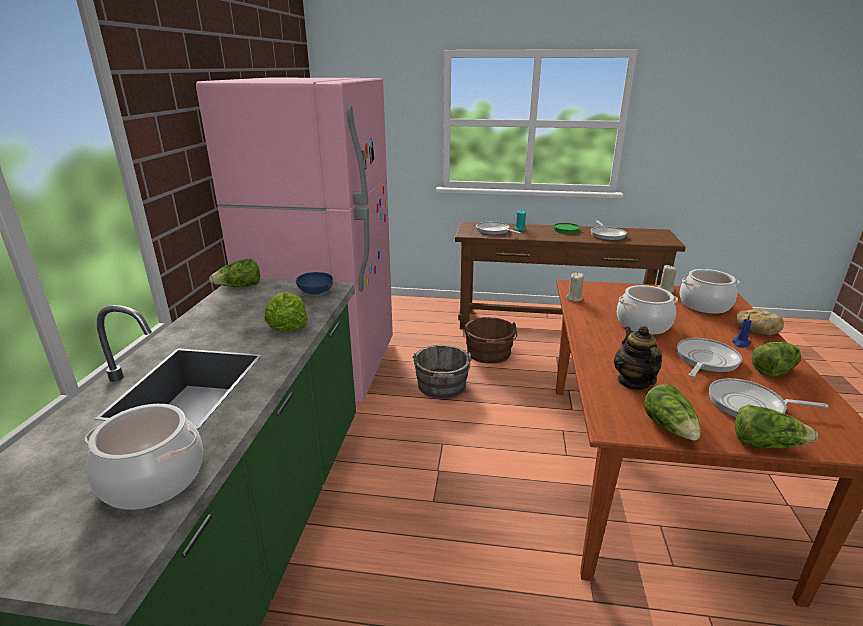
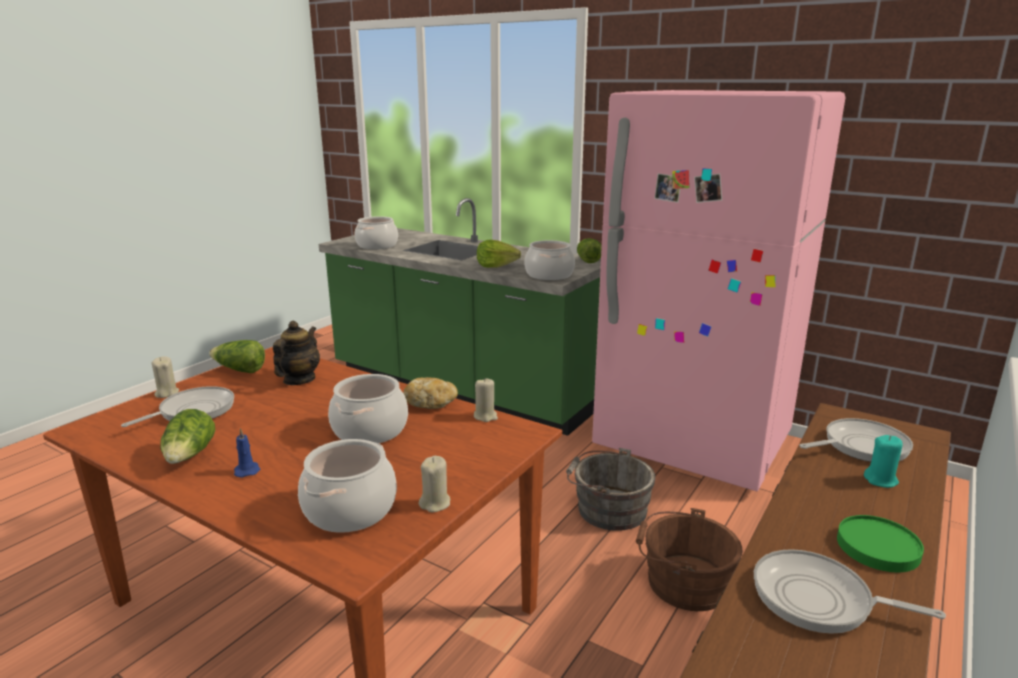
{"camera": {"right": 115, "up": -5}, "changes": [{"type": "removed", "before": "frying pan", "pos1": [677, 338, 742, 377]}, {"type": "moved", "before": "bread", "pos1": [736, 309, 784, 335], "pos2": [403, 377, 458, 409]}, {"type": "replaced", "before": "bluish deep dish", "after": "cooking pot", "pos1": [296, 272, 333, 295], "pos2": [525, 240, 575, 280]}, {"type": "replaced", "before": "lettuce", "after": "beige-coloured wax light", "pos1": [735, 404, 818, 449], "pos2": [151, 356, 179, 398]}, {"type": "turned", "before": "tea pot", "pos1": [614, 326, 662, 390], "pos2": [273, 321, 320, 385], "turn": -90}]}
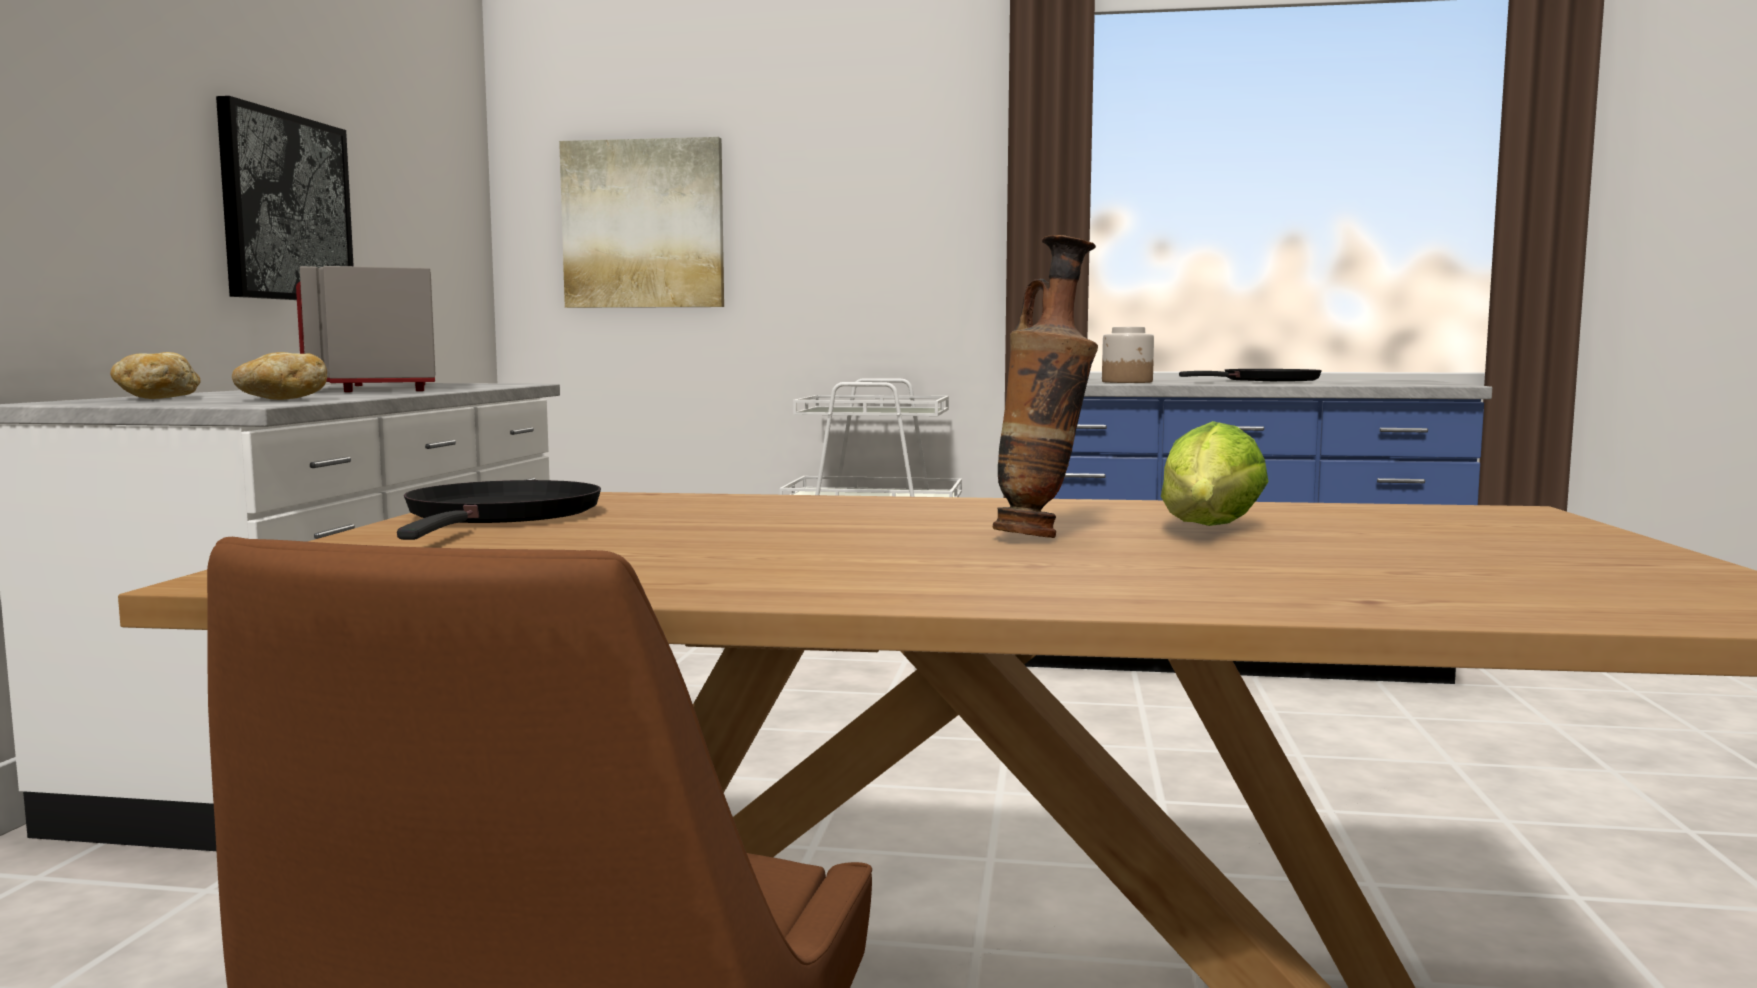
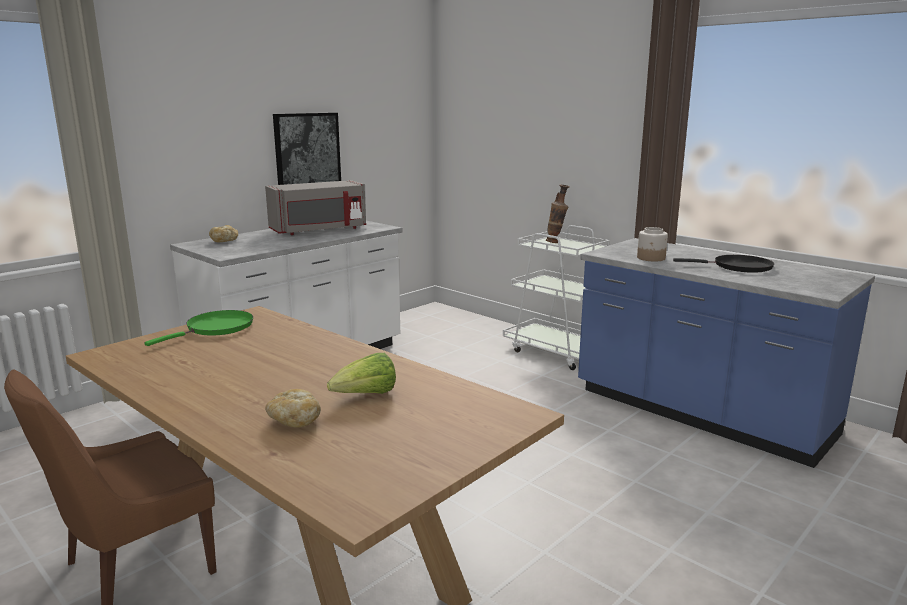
{"camera": {"right": 35, "up": 10}, "changes": [{"type": "removed", "before": "wall art", "pos1": [559, 137, 724, 308]}, {"type": "moved", "before": "bread", "pos1": [232, 352, 327, 400], "pos2": [265, 389, 321, 428]}, {"type": "moved", "before": "decorative vase", "pos1": [993, 235, 1098, 538], "pos2": [546, 185, 570, 243]}, {"type": "recoloured", "before": "blackish frying pan", "after": "green-coloured frying pan", "pos1": [397, 480, 601, 540], "pos2": [144, 310, 253, 346]}, {"type": "turned", "before": "greyish microwave oven", "pos1": [296, 266, 436, 392], "pos2": [265, 180, 366, 235], "turn": -135}]}
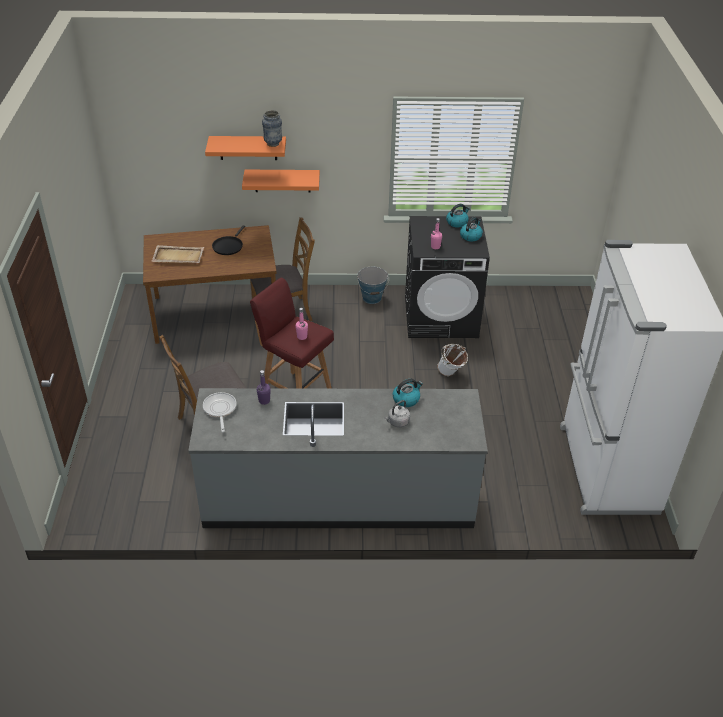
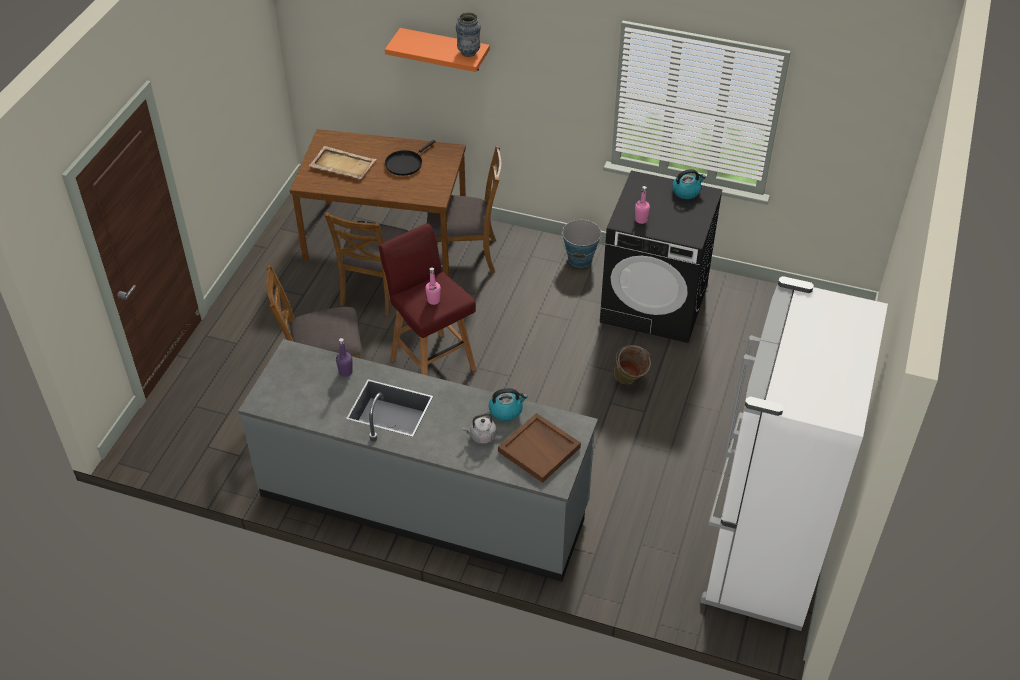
{"camera": {"right": 20, "up": 5}, "changes": [{"type": "removed", "before": "frying pan", "pos1": [203, 392, 236, 432]}, {"type": "removed", "before": "orange-coloured bracket shelf", "pos1": [242, 170, 320, 193]}, {"type": "removed", "before": "water kettle", "pos1": [460, 217, 483, 242]}, {"type": "added", "after": "brown-coloured plain chair", "pos2": [325, 212, 408, 316]}, {"type": "added", "after": "brown-coloured serving tray", "pos2": [498, 413, 581, 483]}, {"type": "recoloured", "before": "whitish bucket", "after": "green-coloured bucket", "pos1": [437, 344, 468, 376], "pos2": [614, 345, 651, 384]}]}
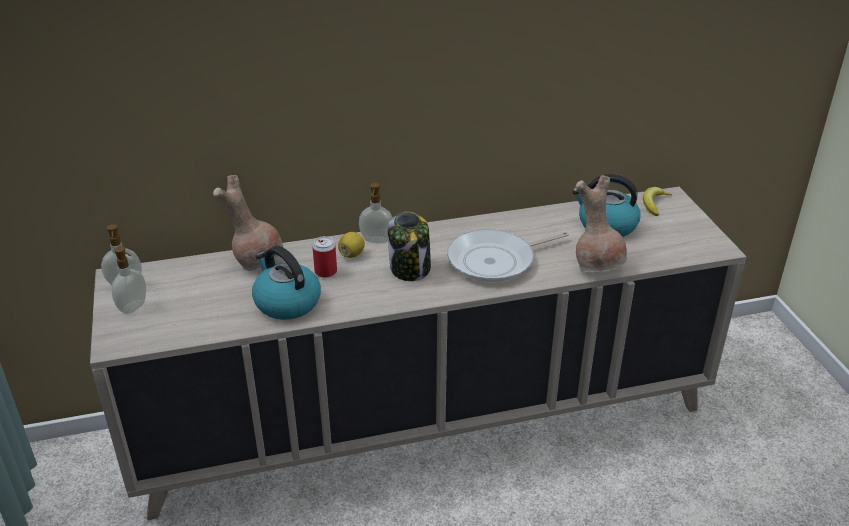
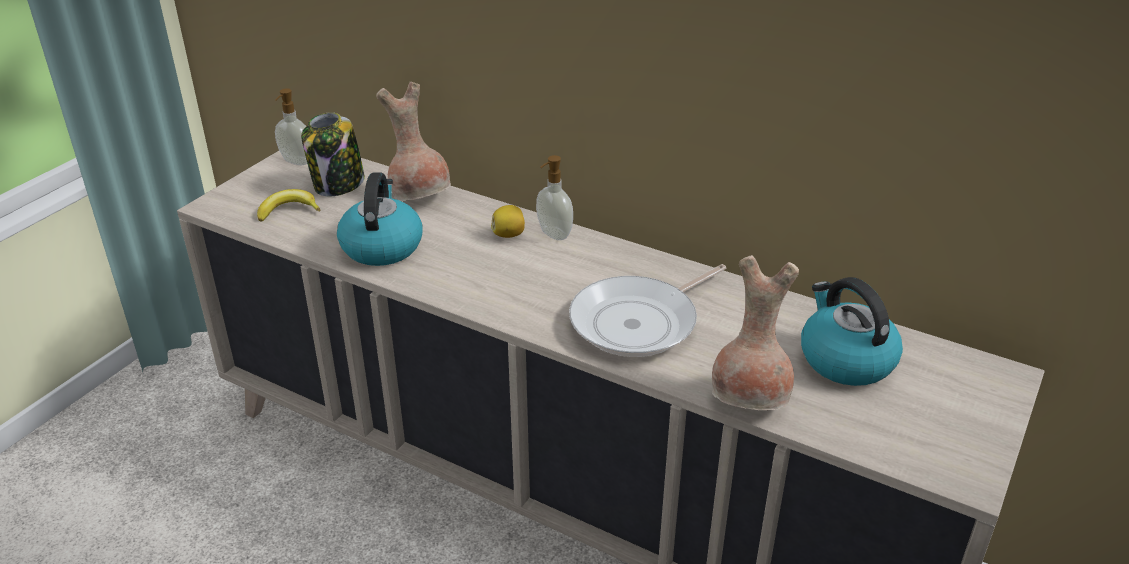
{"camera": {"right": 45, "up": 0}, "changes": [{"type": "removed", "before": "soap dispenser", "pos1": [112, 246, 146, 314]}, {"type": "removed", "before": "can", "pos1": [312, 236, 337, 278]}, {"type": "moved", "before": "preserve jar", "pos1": [387, 212, 431, 281], "pos2": [301, 112, 365, 196]}, {"type": "moved", "before": "banana", "pos1": [643, 187, 672, 216], "pos2": [257, 189, 320, 222]}, {"type": "turned", "before": "frying pan", "pos1": [447, 229, 569, 282], "pos2": [569, 264, 726, 357], "turn": -60}]}
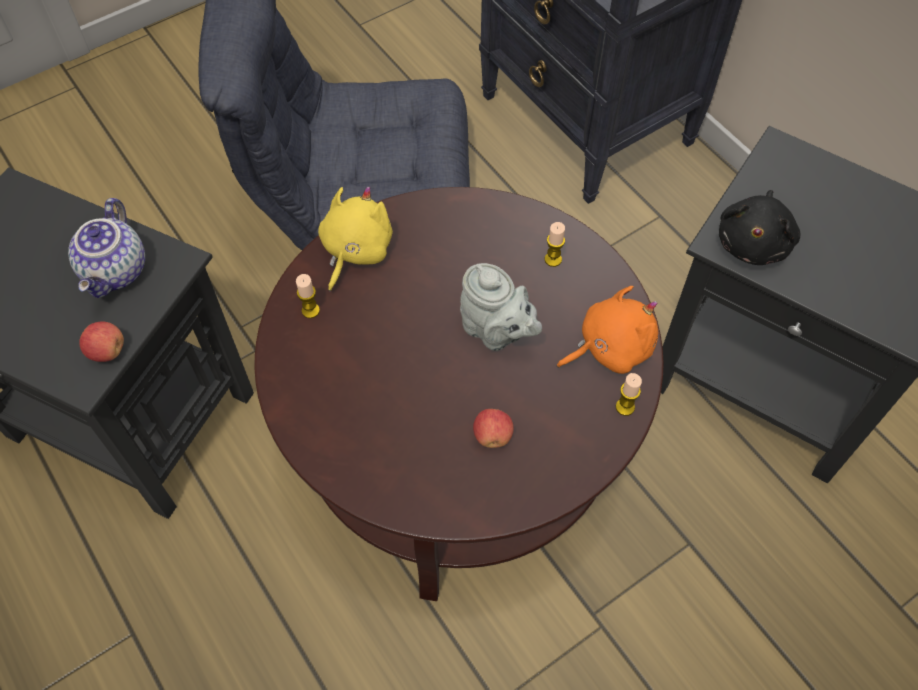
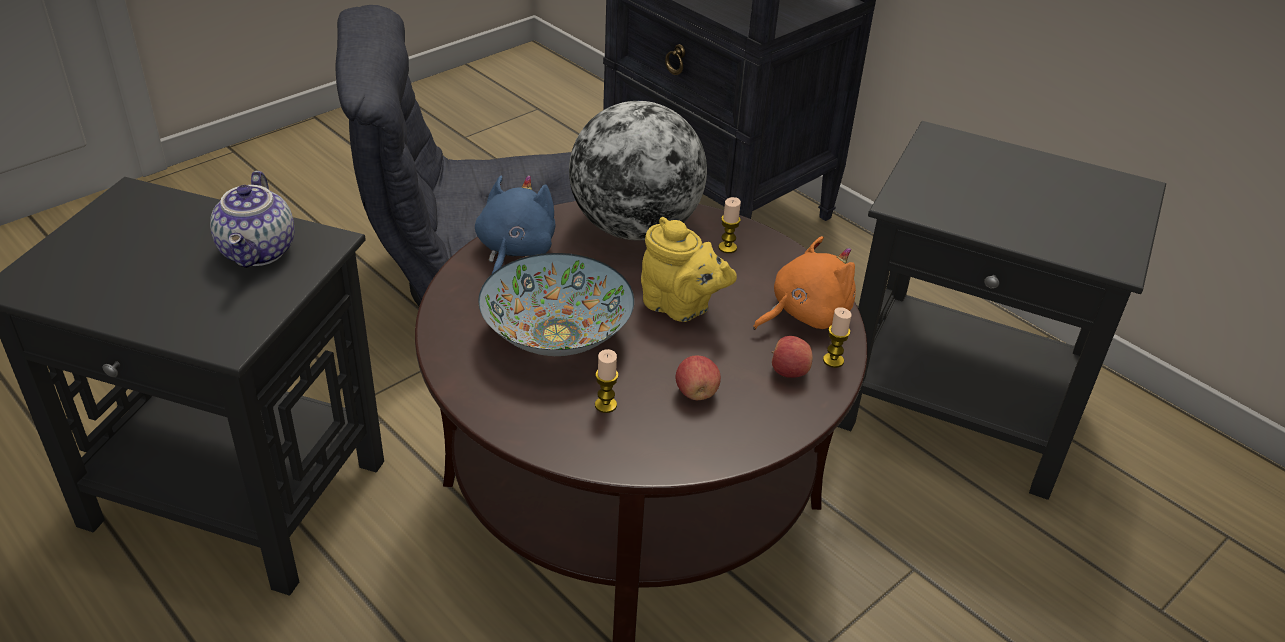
{"camera": {"right": -10, "up": -20}, "changes": [{"type": "removed", "before": "blackish cuddly toy", "pos1": [719, 190, 800, 265]}, {"type": "added", "after": "deep dish", "pos2": [478, 253, 634, 356]}, {"type": "added", "after": "world globe", "pos2": [569, 101, 707, 240]}, {"type": "moved", "before": "apple fruit", "pos1": [79, 321, 124, 362], "pos2": [772, 336, 812, 378]}, {"type": "moved", "before": "wax light", "pos1": [296, 274, 320, 318], "pos2": [595, 349, 619, 413]}, {"type": "recoloured", "before": "yellow cuddly toy", "after": "bluish cuddly toy", "pos1": [318, 186, 393, 292], "pos2": [475, 175, 556, 274]}, {"type": "recoloured", "before": "greyish tea pot", "after": "yellow tea pot", "pos1": [460, 263, 542, 351], "pos2": [641, 217, 737, 322]}]}
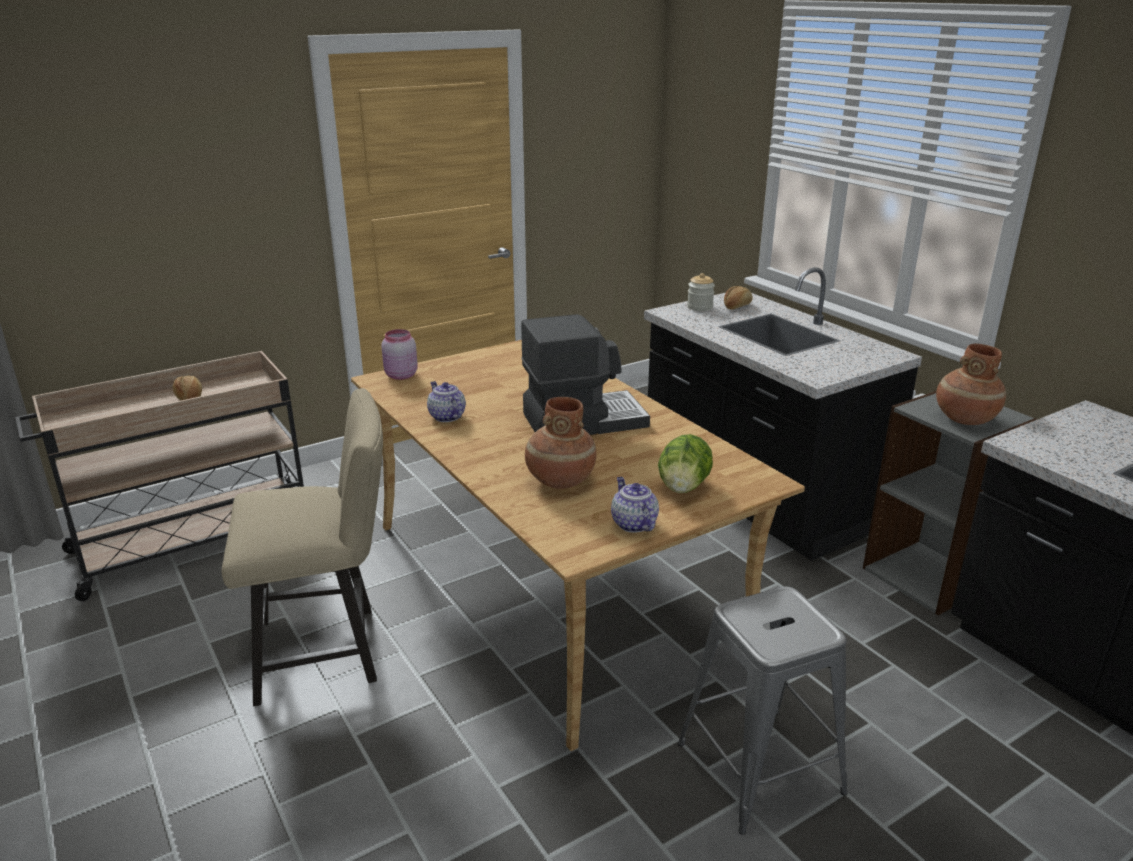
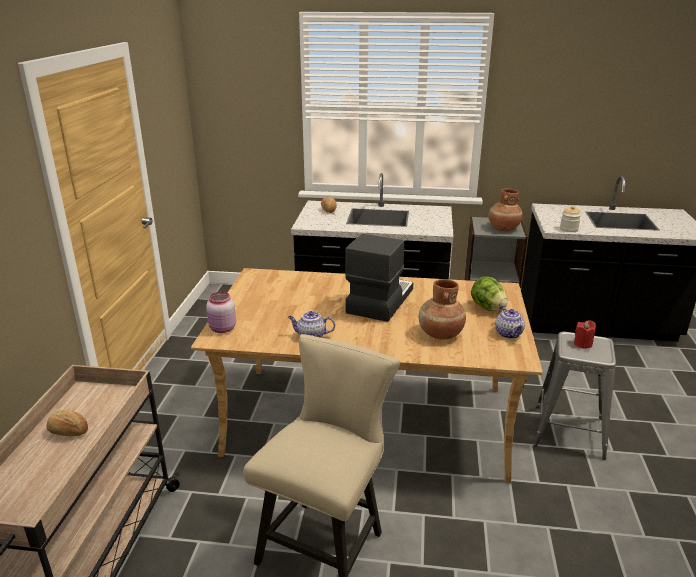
{"camera": {"right": -50, "up": 0}, "changes": [{"type": "added", "after": "red wax light", "pos2": [574, 320, 596, 349]}, {"type": "moved", "before": "preserve jar", "pos1": [687, 273, 715, 311], "pos2": [560, 206, 581, 232]}, {"type": "turned", "before": "tea pot", "pos1": [611, 477, 659, 532], "pos2": [495, 306, 525, 339], "turn": -120}]}
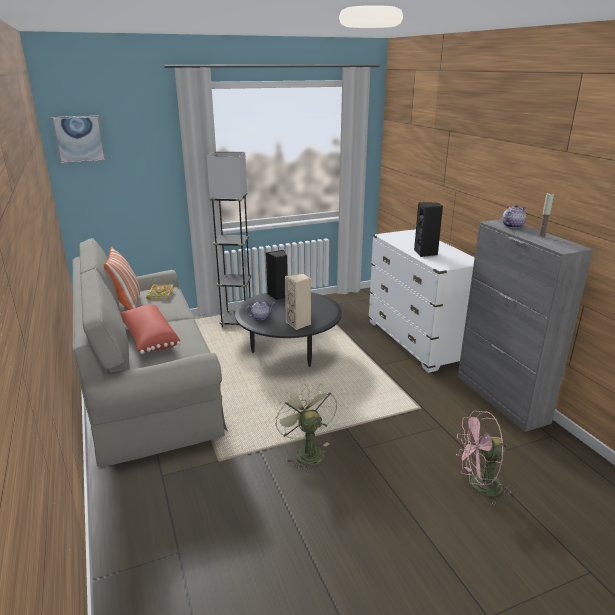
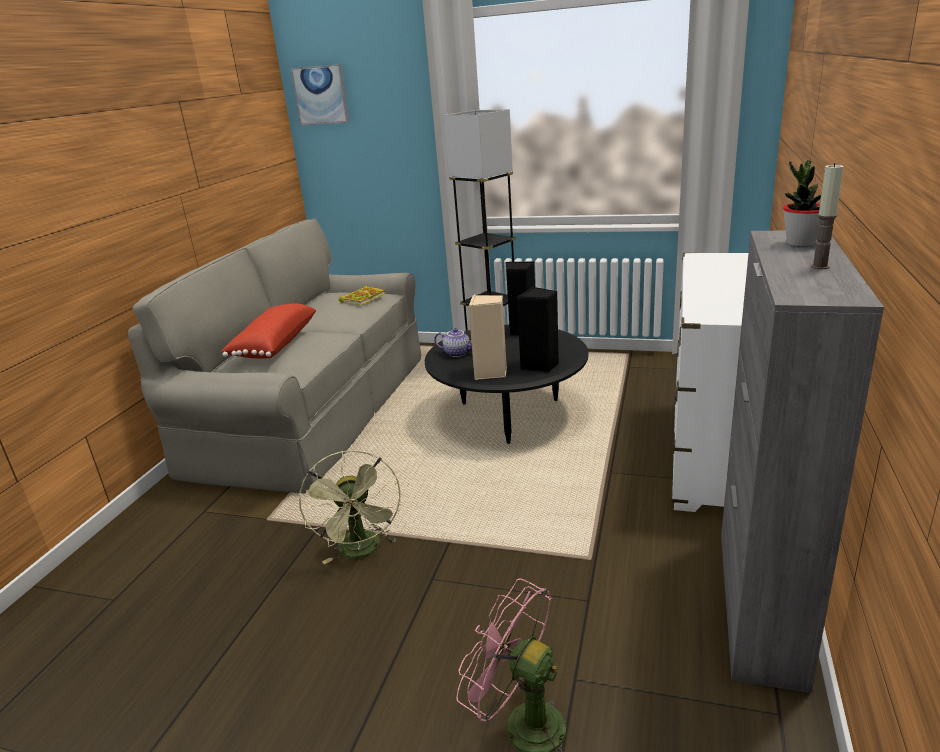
{"camera": {"right": 40, "up": 0}, "changes": [{"type": "removed", "before": "pillow", "pos1": [104, 247, 140, 310]}, {"type": "moved", "before": "blackish audio speaker", "pos1": [414, 202, 443, 257], "pos2": [517, 287, 559, 373]}, {"type": "replaced", "before": "tea pot", "after": "plant in a pot", "pos1": [502, 204, 526, 228], "pos2": [783, 161, 821, 246]}, {"type": "turned", "before": "green-coloured electric fan", "pos1": [274, 384, 337, 473], "pos2": [299, 450, 401, 564], "turn": 150}]}
